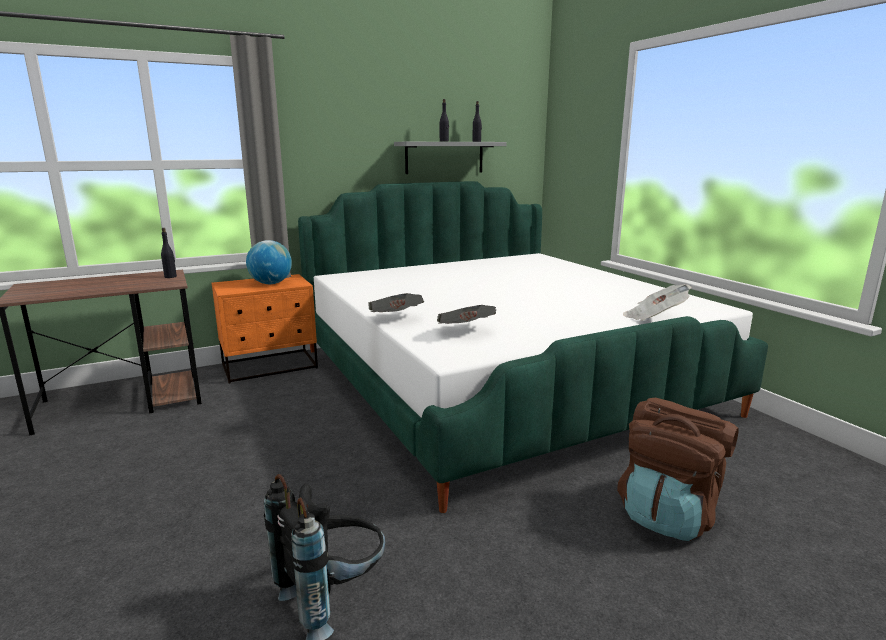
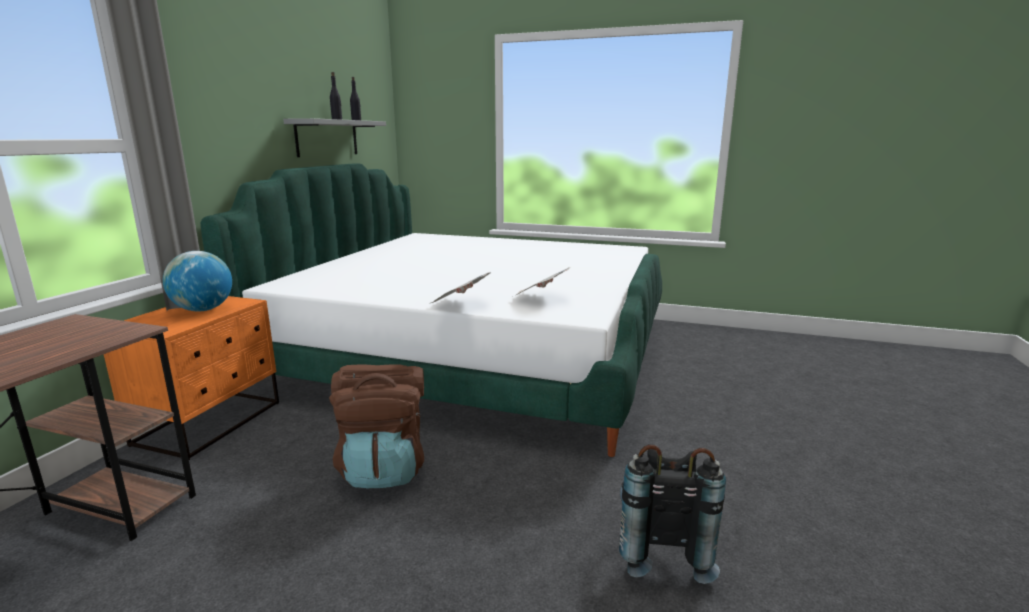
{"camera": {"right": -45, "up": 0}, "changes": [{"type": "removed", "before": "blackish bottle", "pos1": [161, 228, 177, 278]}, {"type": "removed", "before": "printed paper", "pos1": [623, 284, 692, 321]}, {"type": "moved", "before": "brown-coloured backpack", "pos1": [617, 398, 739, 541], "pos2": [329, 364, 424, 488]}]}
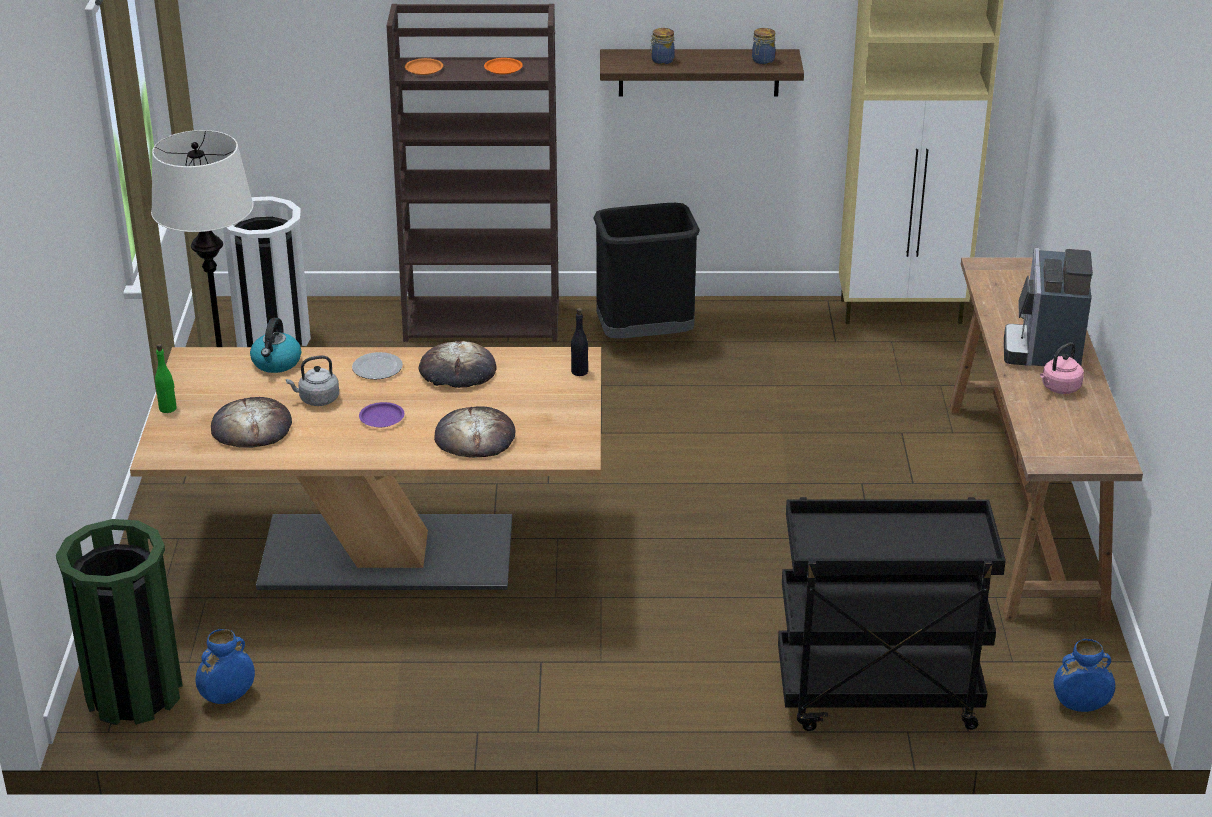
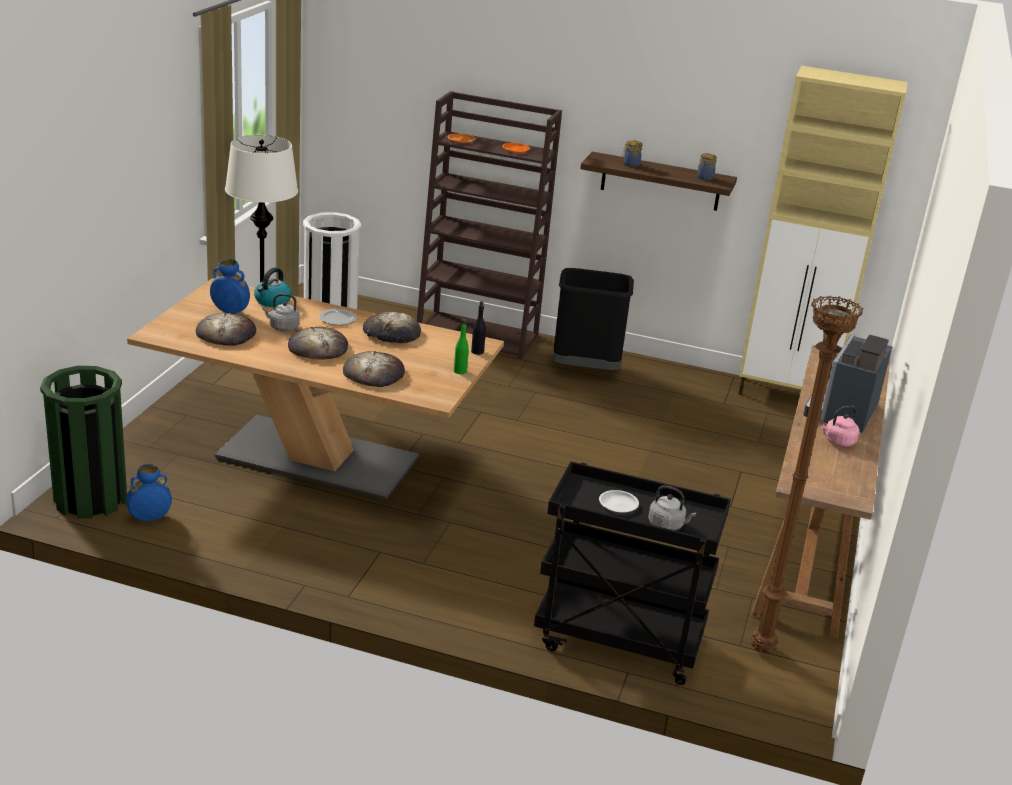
{"camera": {"right": 15, "up": -5}, "changes": [{"type": "added", "after": "whitish flat dish", "pos2": [599, 490, 639, 513]}, {"type": "added", "after": "greyish water kettle", "pos2": [648, 485, 696, 530]}, {"type": "added", "after": "brown-coloured standing lamp", "pos2": [751, 295, 864, 653]}, {"type": "moved", "before": "green-coloured bottle", "pos1": [155, 344, 177, 413], "pos2": [454, 319, 469, 374]}, {"type": "moved", "before": "bluish decorative vase", "pos1": [1054, 639, 1115, 712], "pos2": [210, 259, 250, 314]}, {"type": "replaced", "before": "purple flat dish", "after": "bread", "pos1": [359, 402, 405, 427], "pos2": [288, 327, 348, 360]}]}
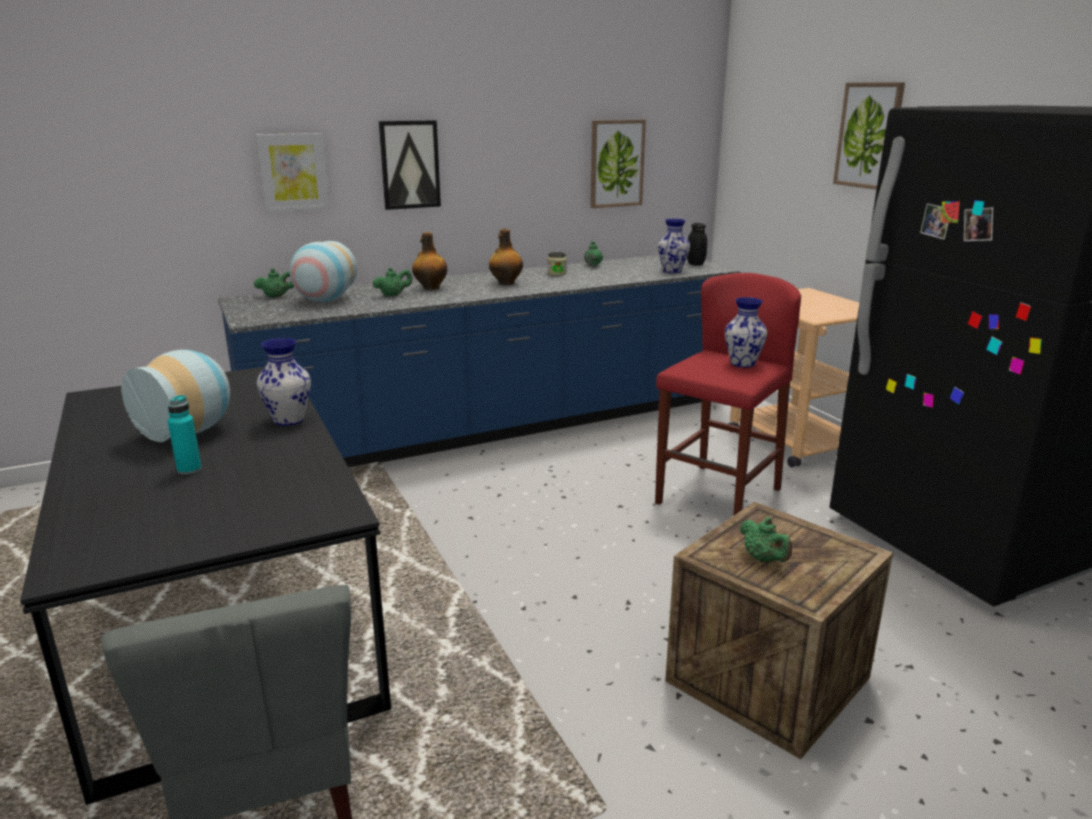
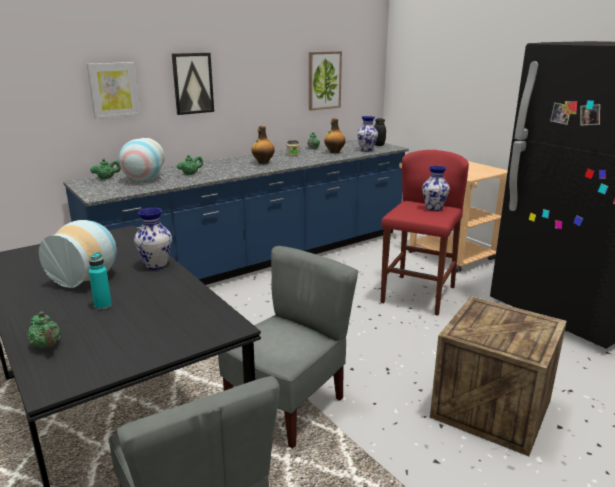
{"camera": {"right": -10, "up": 0}, "changes": [{"type": "removed", "before": "wall art", "pos1": [833, 82, 905, 190]}, {"type": "added", "after": "greyish plain chair", "pos2": [218, 246, 358, 449]}, {"type": "moved", "before": "bottle", "pos1": [412, 232, 448, 290], "pos2": [324, 118, 346, 153]}, {"type": "moved", "before": "green-coloured tea pot", "pos1": [740, 517, 792, 563], "pos2": [27, 311, 61, 348]}]}
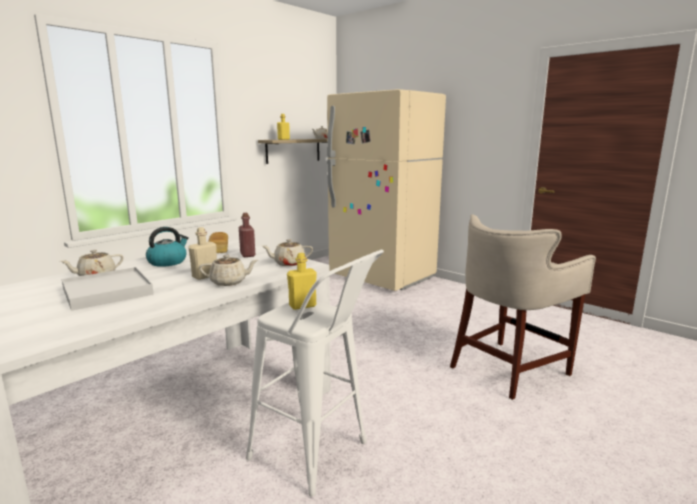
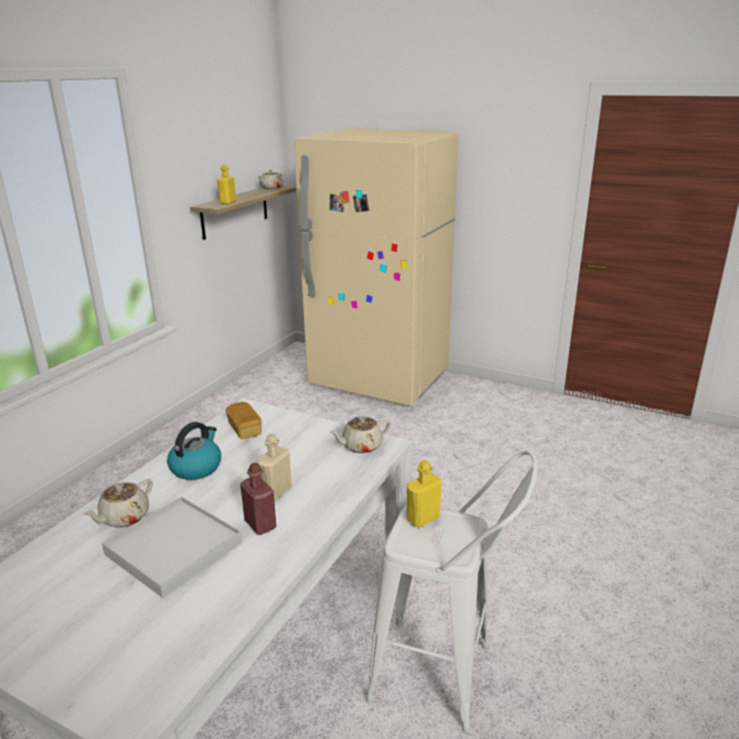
{"camera": {"right": -15, "up": 10}, "changes": [{"type": "removed", "before": "beige-coloured tea pot", "pos1": [199, 255, 258, 286]}, {"type": "removed", "before": "beige-coloured stool", "pos1": [450, 214, 596, 400]}, {"type": "moved", "before": "red bottle", "pos1": [239, 213, 255, 257], "pos2": [240, 463, 276, 535]}]}
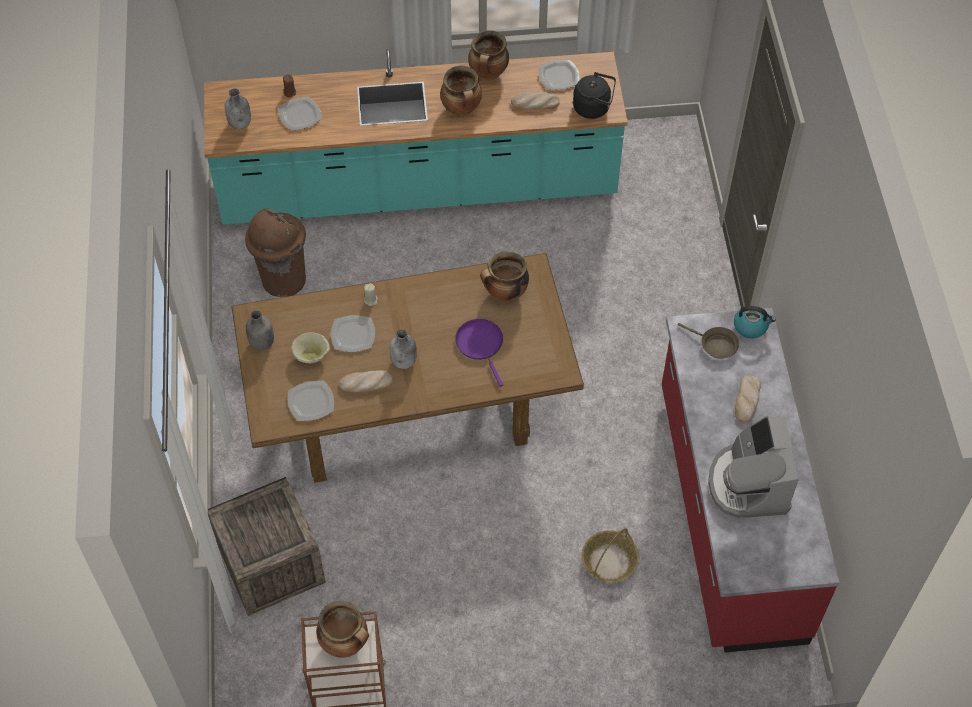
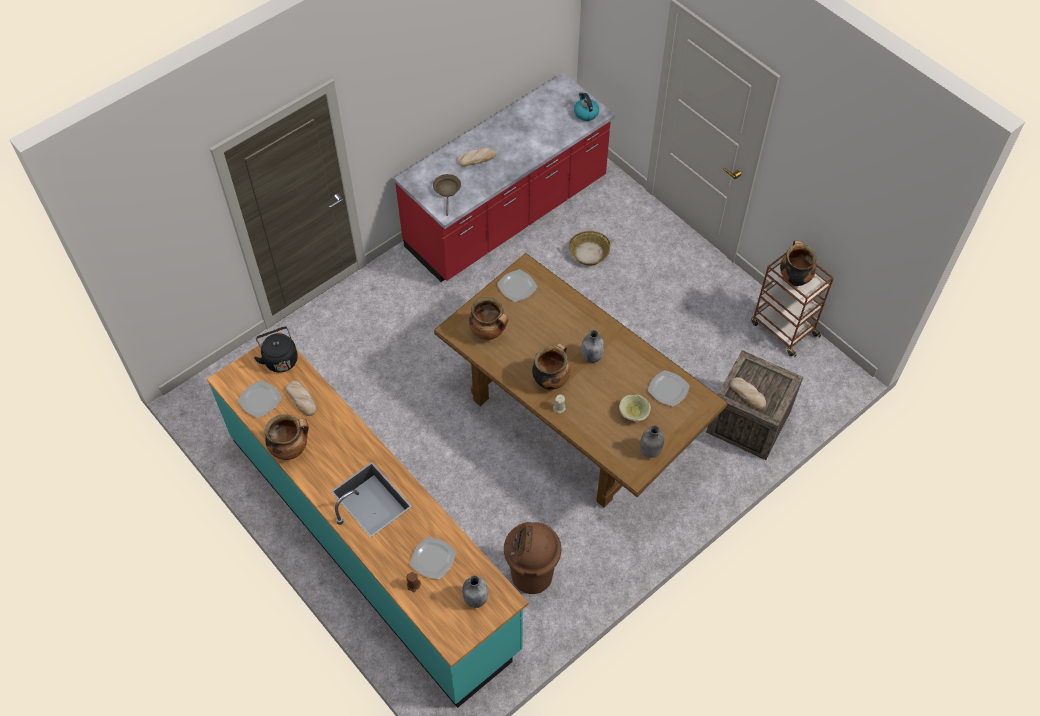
{"camera": {"right": -125, "up": 0}, "changes": [{"type": "removed", "before": "purple frying pan", "pos1": [455, 319, 503, 387]}, {"type": "removed", "before": "coffee brewer", "pos1": [708, 416, 799, 518]}, {"type": "moved", "before": "flat dish", "pos1": [331, 315, 375, 352], "pos2": [497, 269, 538, 302]}, {"type": "moved", "before": "bread", "pos1": [339, 371, 393, 392], "pos2": [730, 377, 766, 409]}, {"type": "moved", "before": "cooking pot", "pos1": [440, 65, 482, 116], "pos2": [532, 343, 570, 390]}, {"type": "moved", "before": "water kettle", "pos1": [734, 306, 776, 338], "pos2": [574, 92, 599, 121]}]}
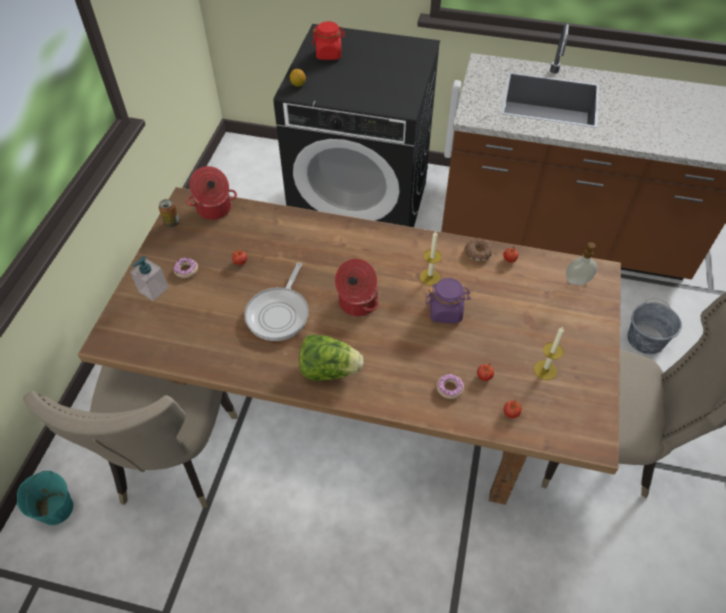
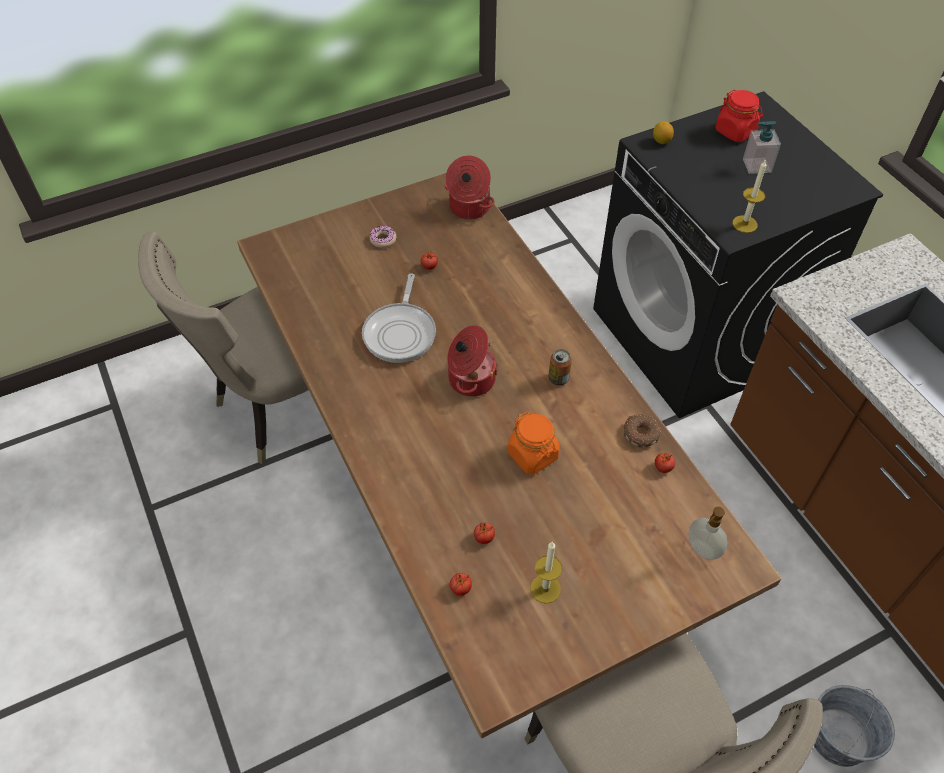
{"camera": {"right": 50, "up": 0}, "changes": [{"type": "removed", "before": "turquoise bucket", "pos1": [17, 471, 73, 525]}, {"type": "removed", "before": "lettuce", "pos1": [299, 335, 364, 381]}, {"type": "removed", "before": "ring doughnut", "pos1": [436, 374, 464, 399]}, {"type": "moved", "before": "soap dispenser", "pos1": [130, 256, 168, 301], "pos2": [743, 121, 781, 174]}, {"type": "moved", "before": "can", "pos1": [159, 199, 179, 228], "pos2": [548, 349, 572, 386]}, {"type": "moved", "before": "wax light", "pos1": [420, 231, 442, 286], "pos2": [732, 159, 767, 233]}, {"type": "recoloured", "before": "purple preserve jar", "after": "orange-coloured preserve jar", "pos1": [426, 278, 471, 323], "pos2": [508, 412, 560, 475]}, {"type": "turned", "before": "frying pan", "pos1": [244, 262, 309, 341], "pos2": [362, 273, 436, 363], "turn": -60}]}
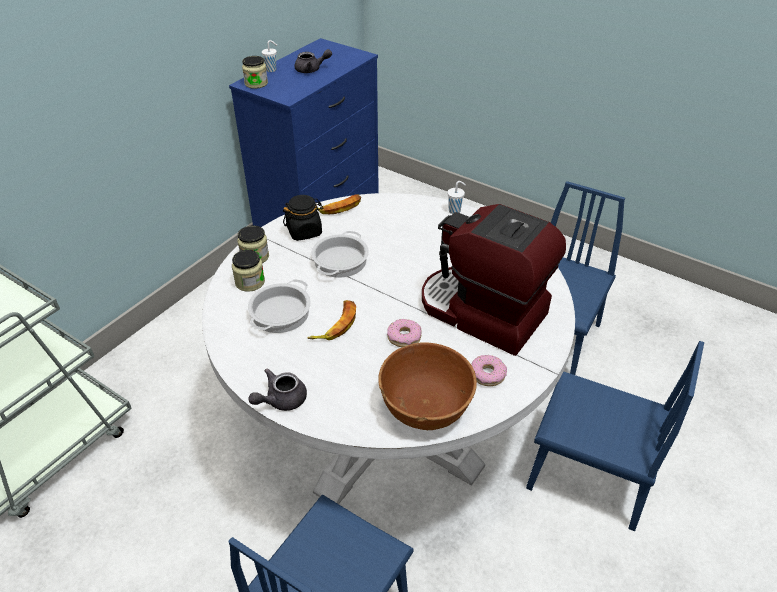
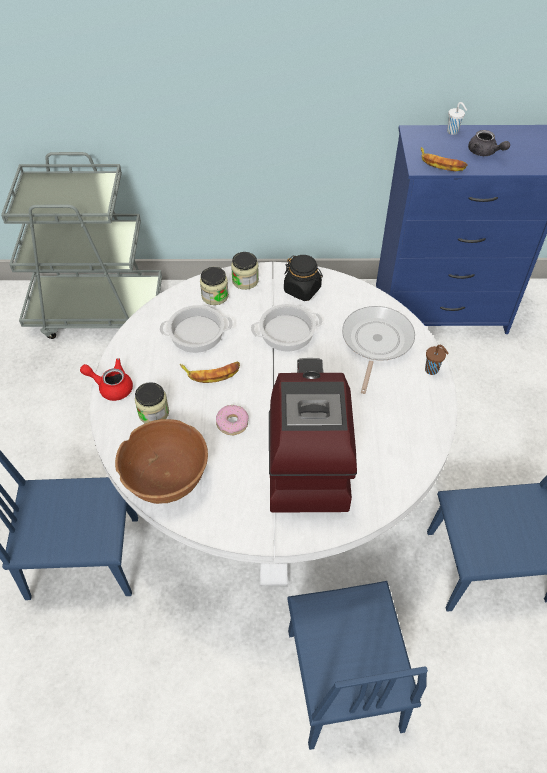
{"camera": {"right": 55, "up": 10}, "changes": [{"type": "removed", "before": "ring doughnut", "pos1": [471, 355, 507, 386]}, {"type": "added", "after": "frying pan", "pos2": [342, 306, 415, 394]}, {"type": "moved", "before": "preserve jar", "pos1": [242, 56, 268, 89], "pos2": [135, 382, 169, 423]}, {"type": "moved", "before": "banana", "pos1": [316, 194, 361, 214], "pos2": [421, 147, 468, 171]}, {"type": "recoloured", "before": "greyish tea pot", "after": "red tea pot", "pos1": [249, 368, 307, 411], "pos2": [80, 358, 133, 401]}, {"type": "recoloured", "before": "whitish cup", "after": "brown-coloured cup", "pos1": [447, 181, 466, 214], "pos2": [425, 345, 449, 375]}]}
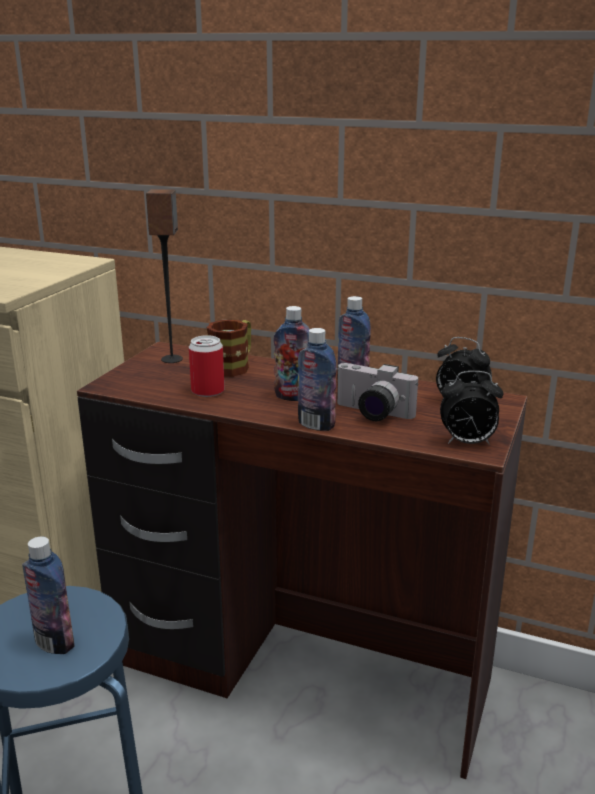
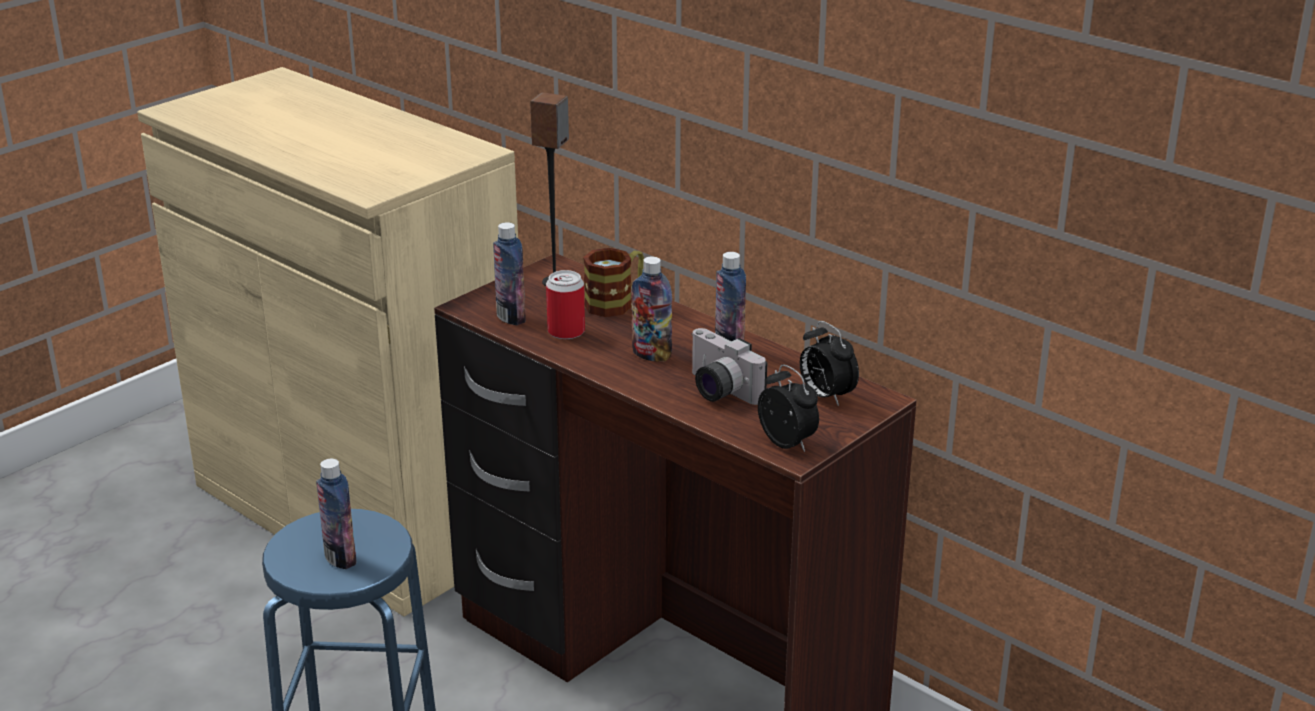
{"camera": {"right": 20, "up": 5}, "changes": [{"type": "moved", "before": "bottle", "pos1": [298, 328, 337, 431], "pos2": [493, 222, 526, 325]}, {"type": "turned", "before": "alarm clock", "pos1": [440, 371, 503, 445], "pos2": [758, 364, 819, 452], "turn": -150}]}
